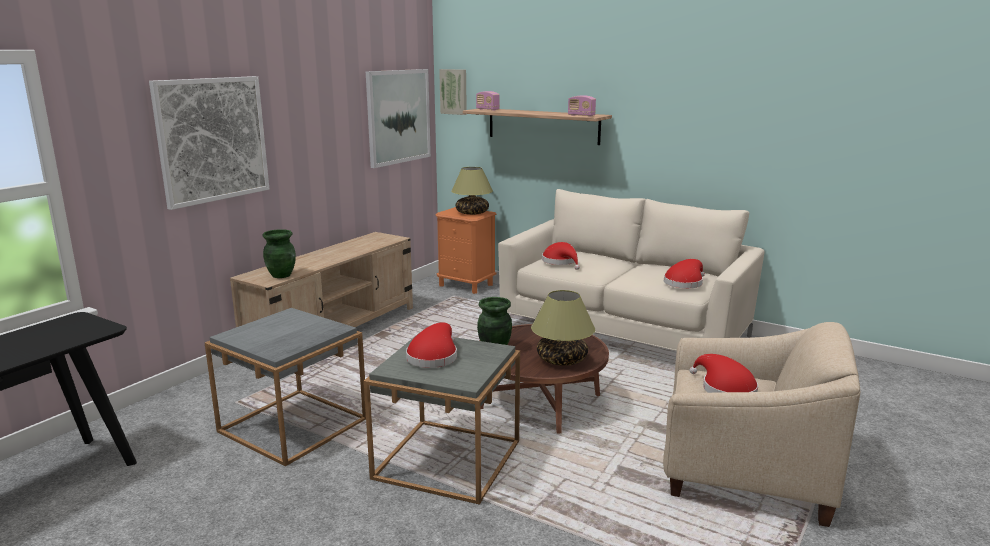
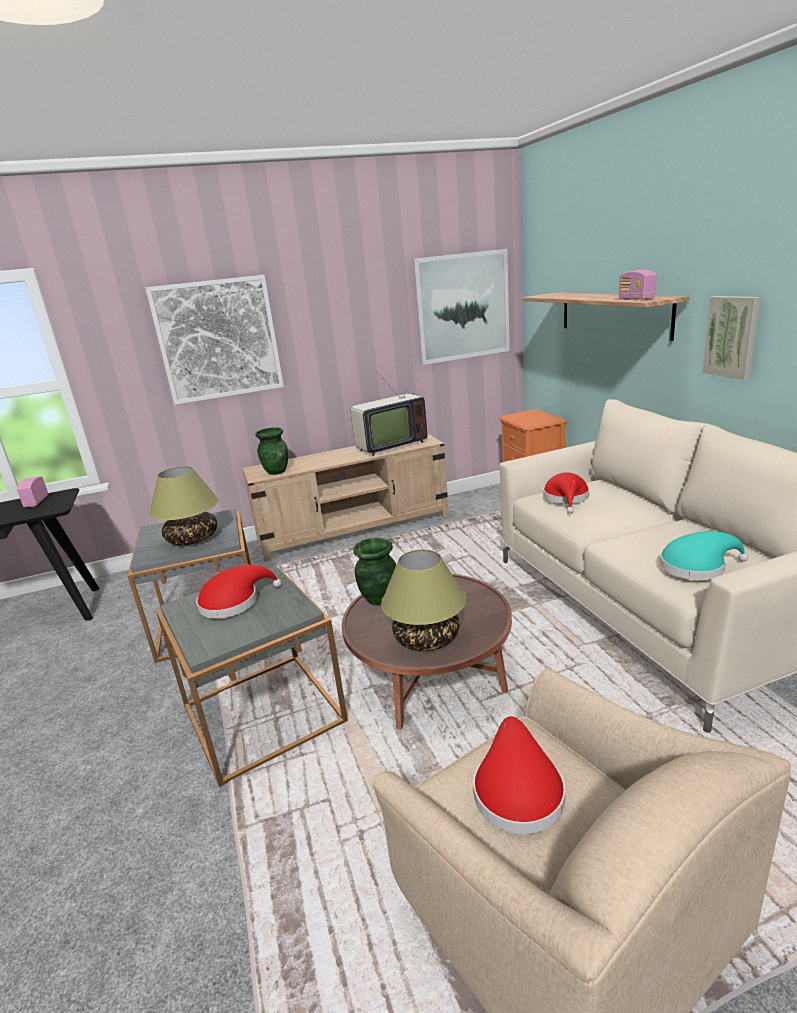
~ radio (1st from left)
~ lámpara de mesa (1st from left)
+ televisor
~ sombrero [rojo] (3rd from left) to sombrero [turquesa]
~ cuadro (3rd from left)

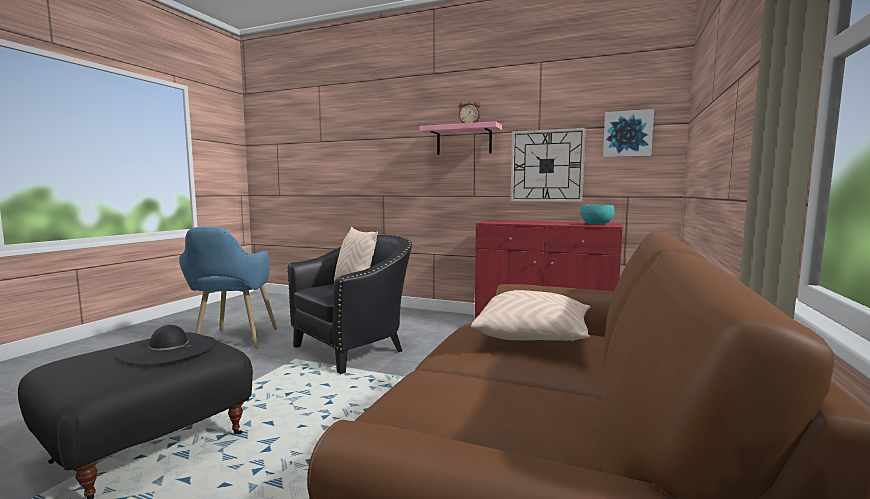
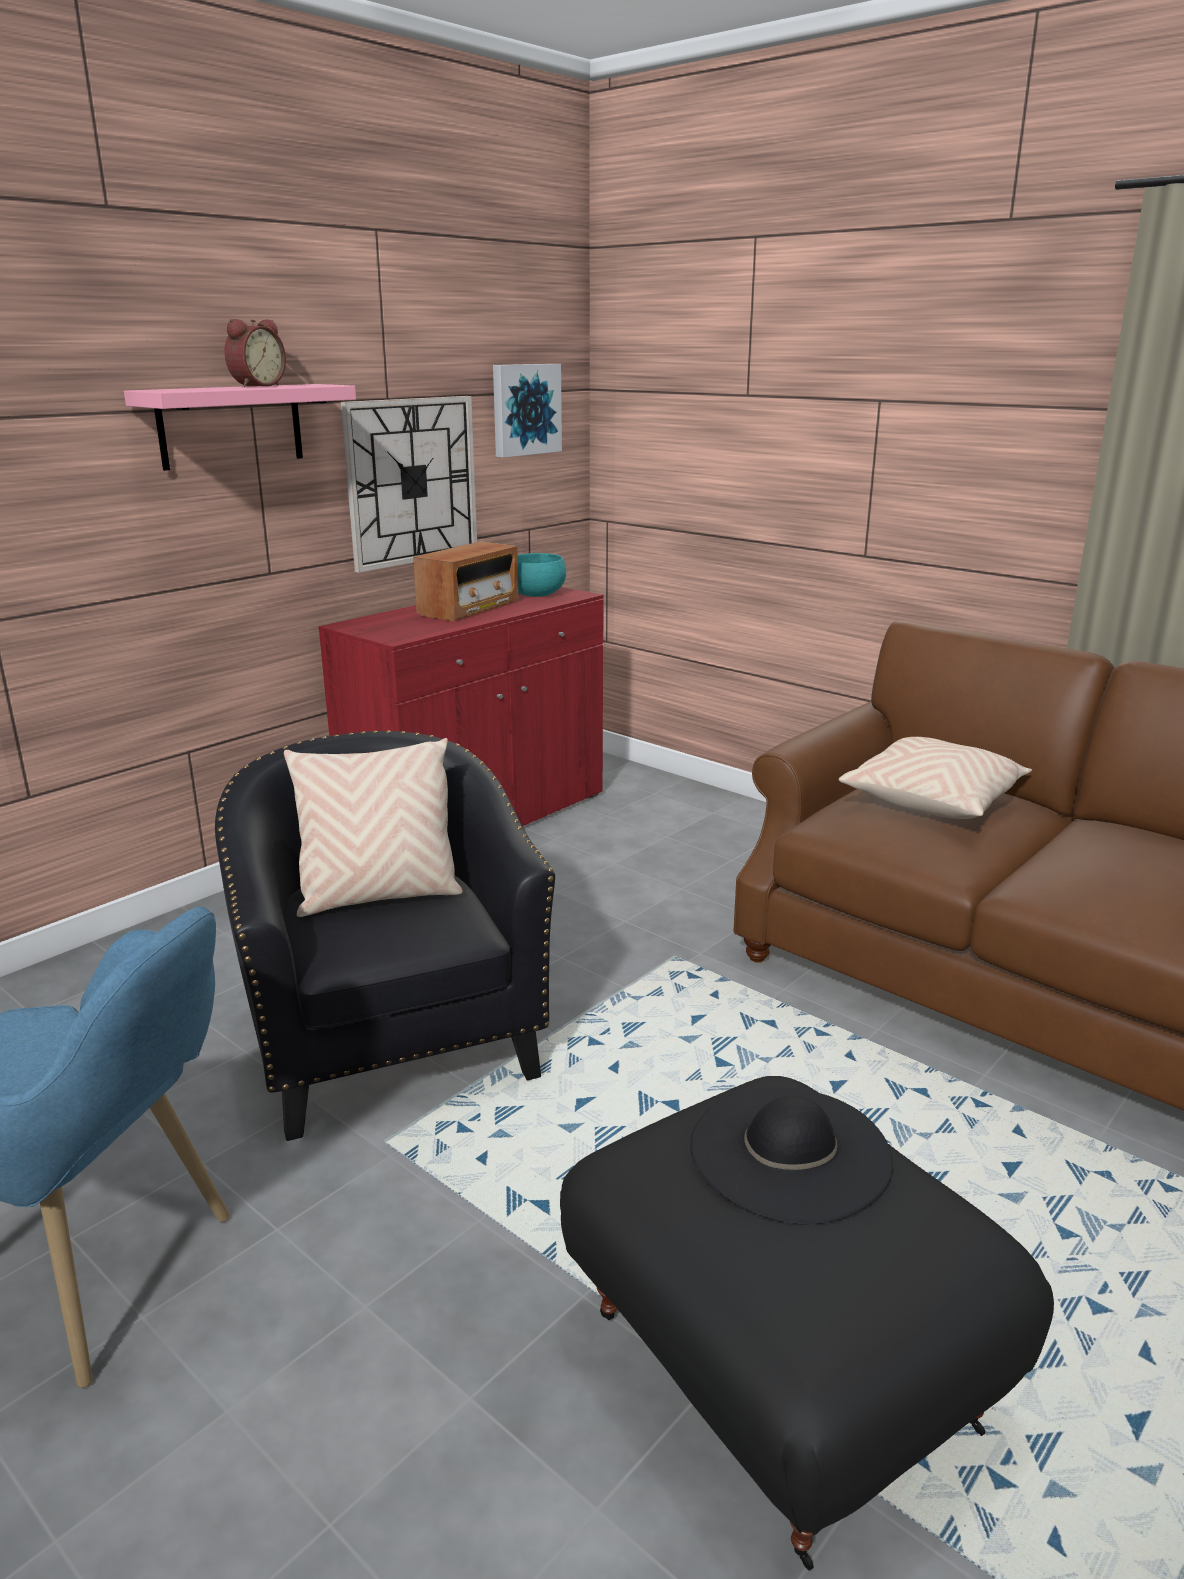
+ radio

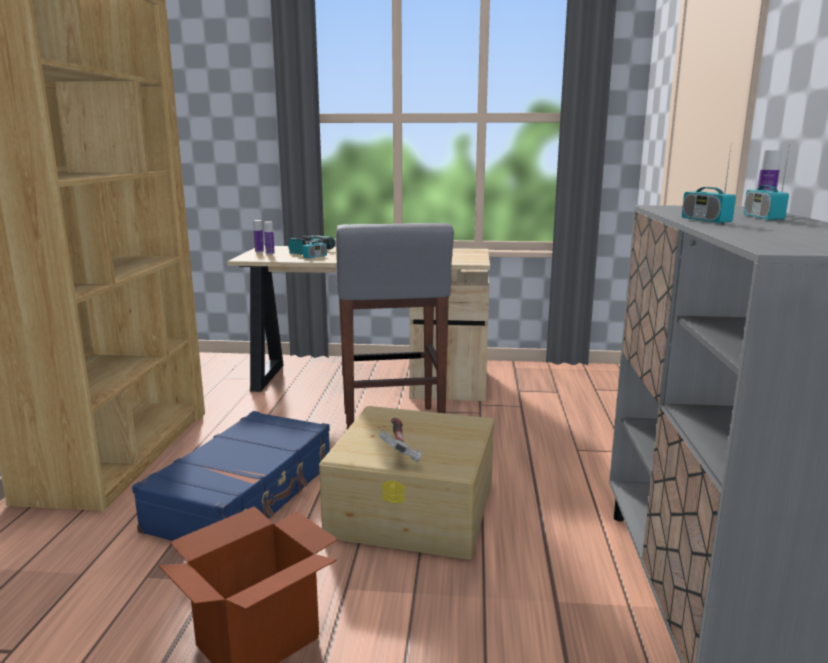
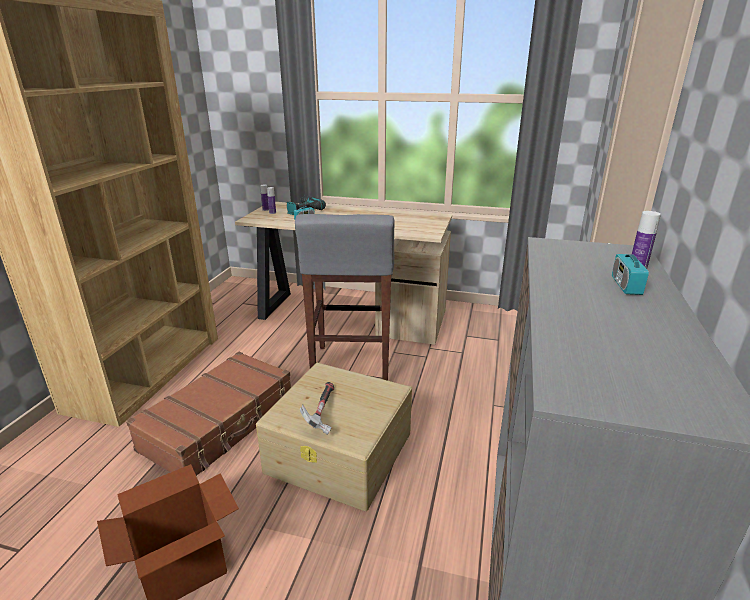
~ maleta [azul] to maleta [marrón]
- radio (2nd from left)

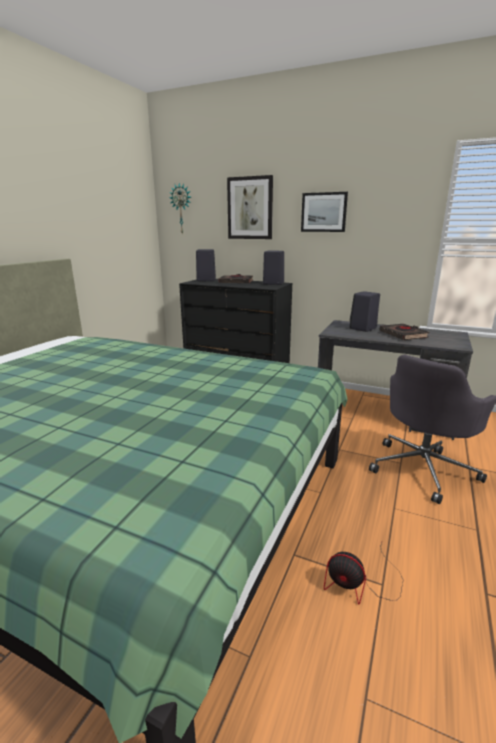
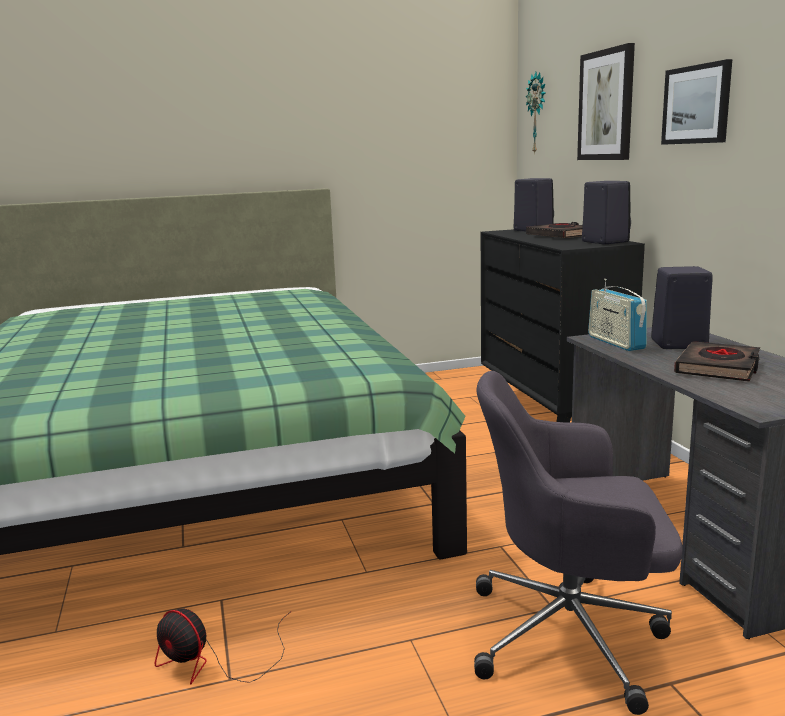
~ ventilador 45 degrees counterclockwise
+ radio

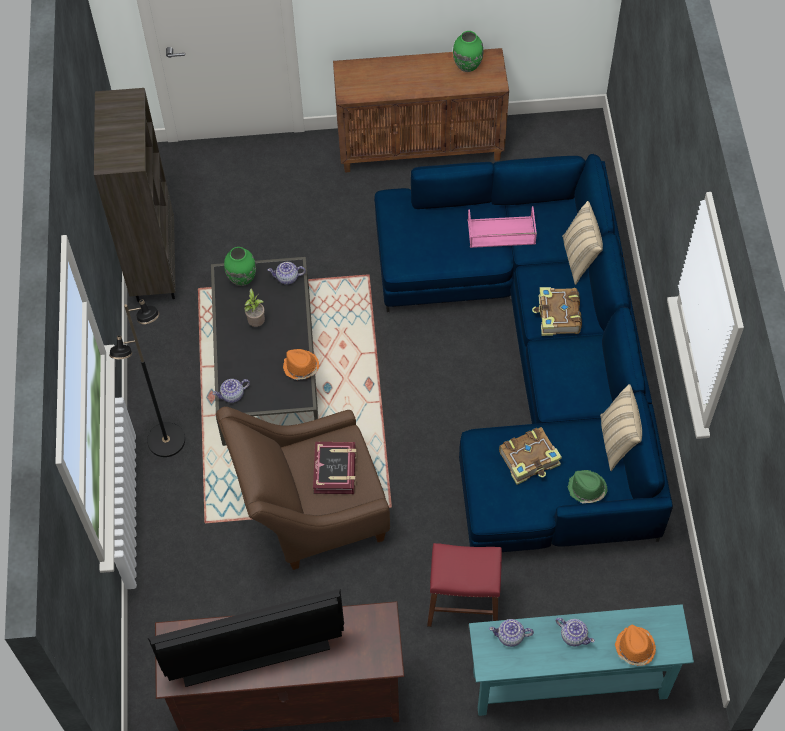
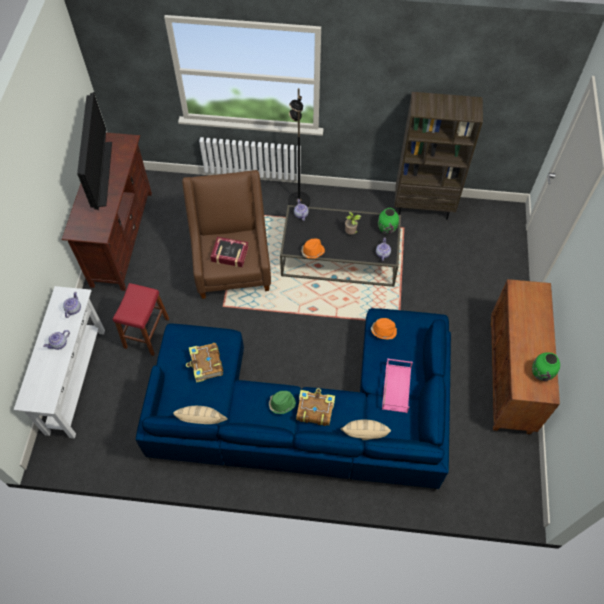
~ mesa consola [turquesa] to mesa consola [blanco]
~ sombrero [verde]
~ sombrero [naranja] (2nd from left)

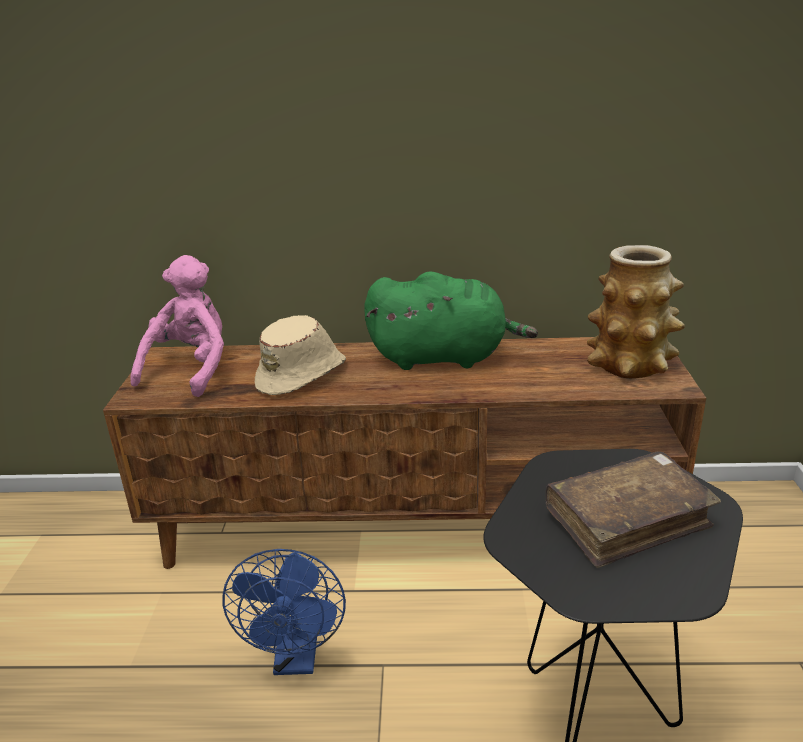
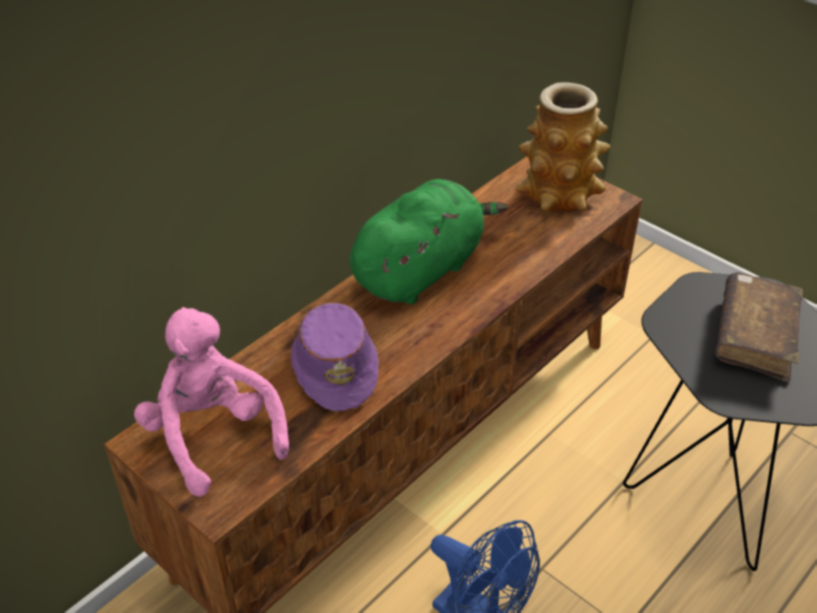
~ sombrero [beis] to sombrero [morado]

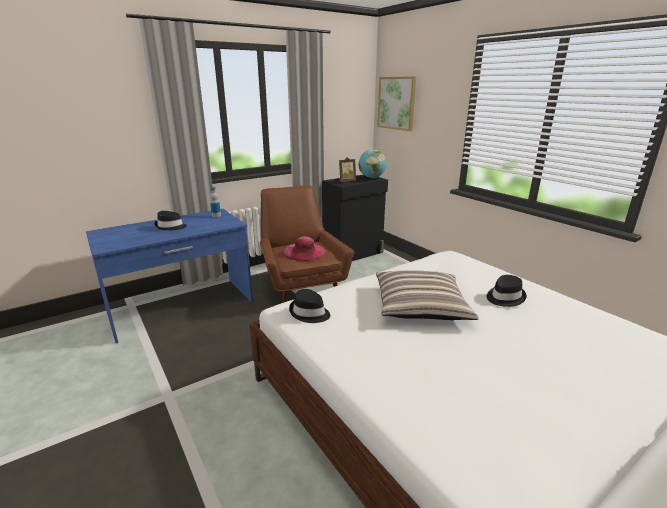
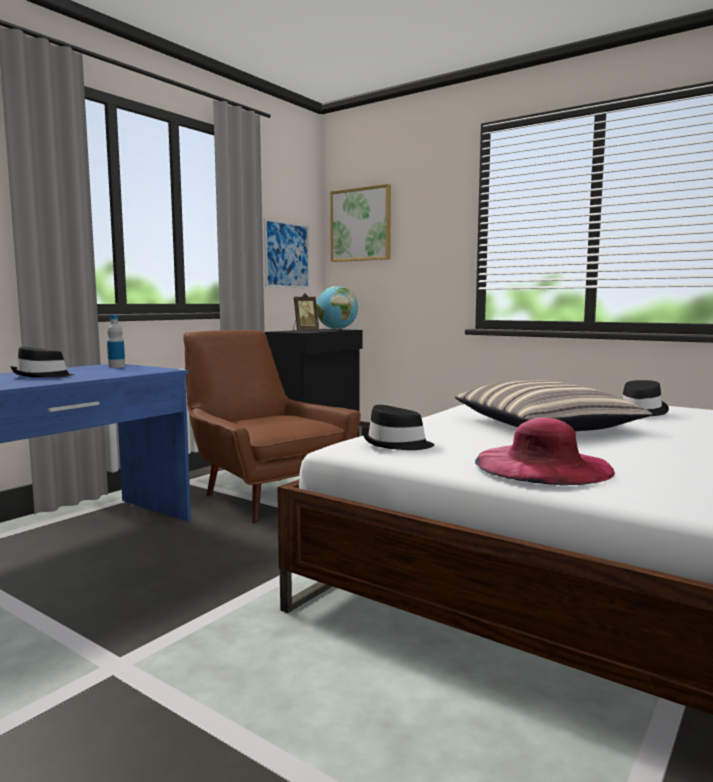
+ cuadro (1st from left)
~ sombrero [rosa]

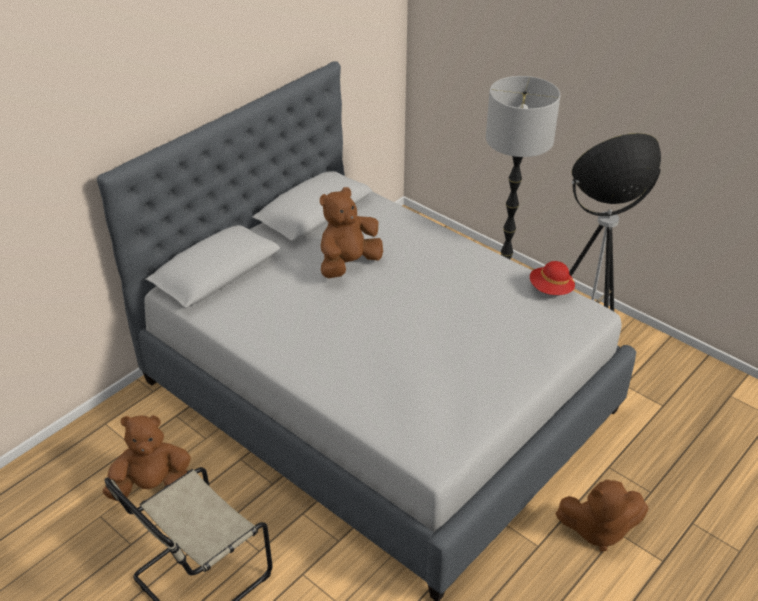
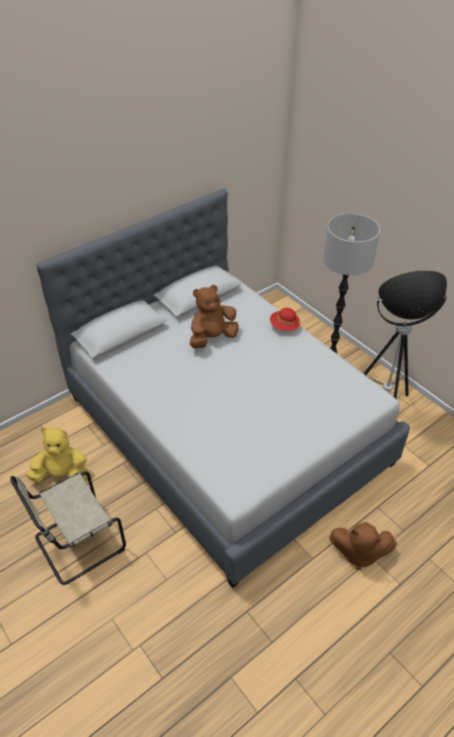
~ peluche [marrón] (1st from left) to peluche [amarillo]
~ sombrero [rojo]

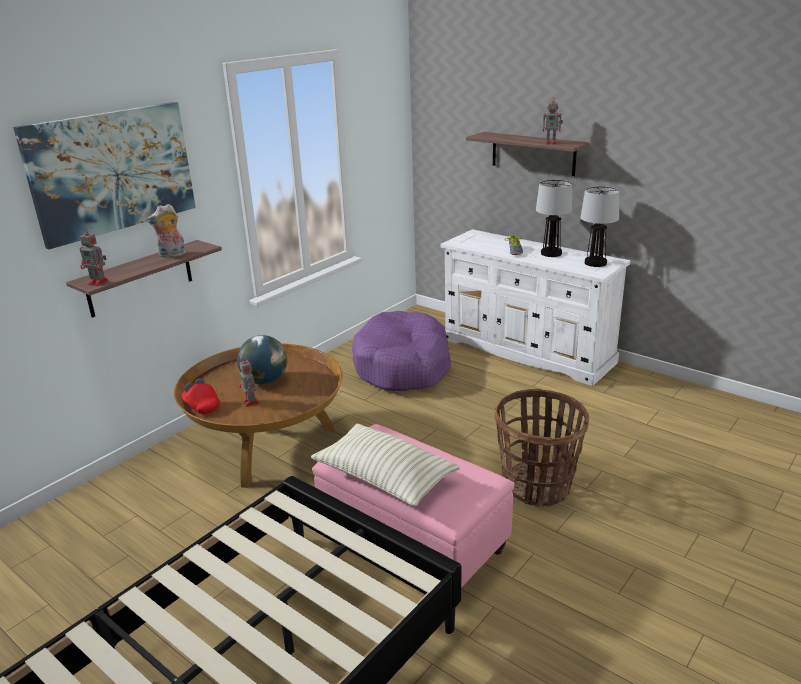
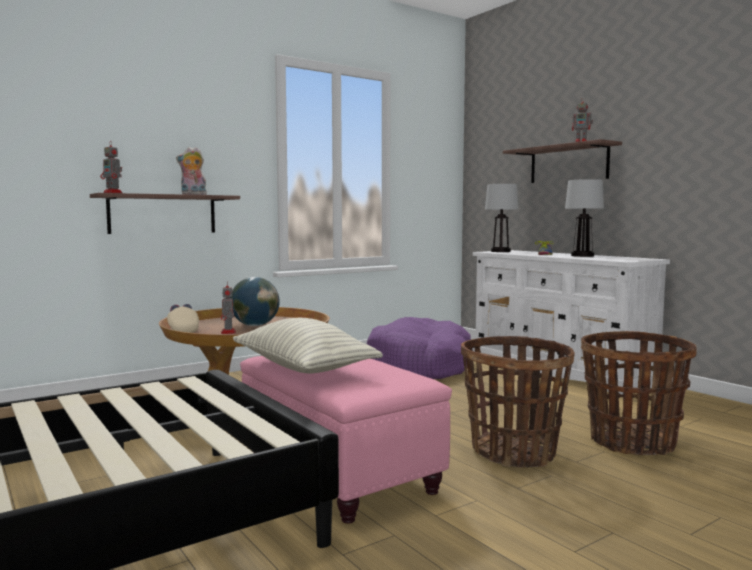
~ gorra [rojo] to gorra [beis]
~ lámpara de mesa (2nd from left in the first image) to lámpara de mesa (1st from left)
+ cesta (2nd from left)
- cuadro

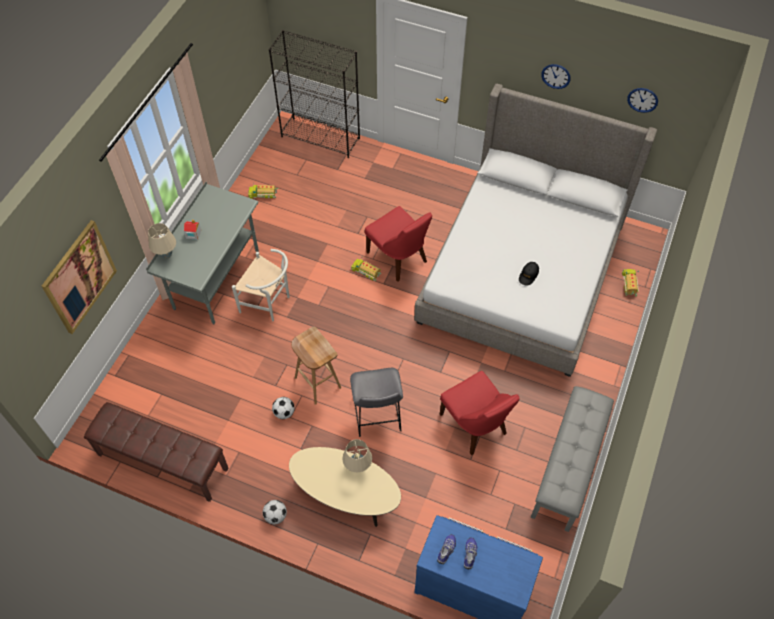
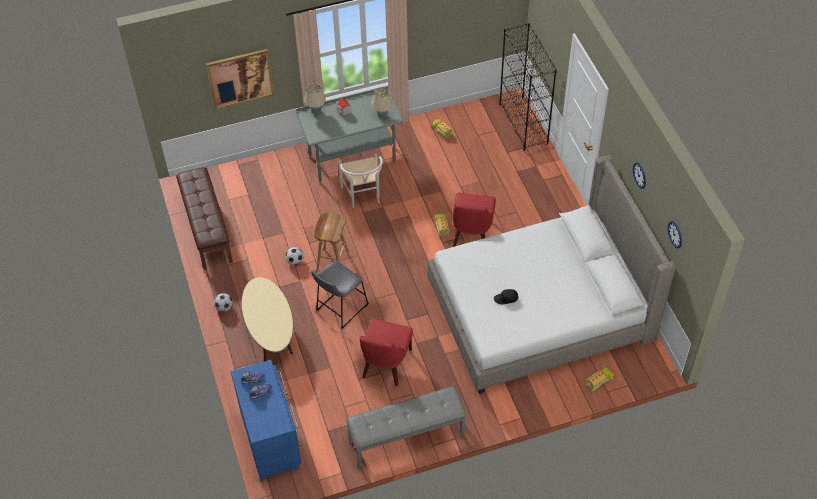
~ lámpara de mesa [beis] (2nd from left)

